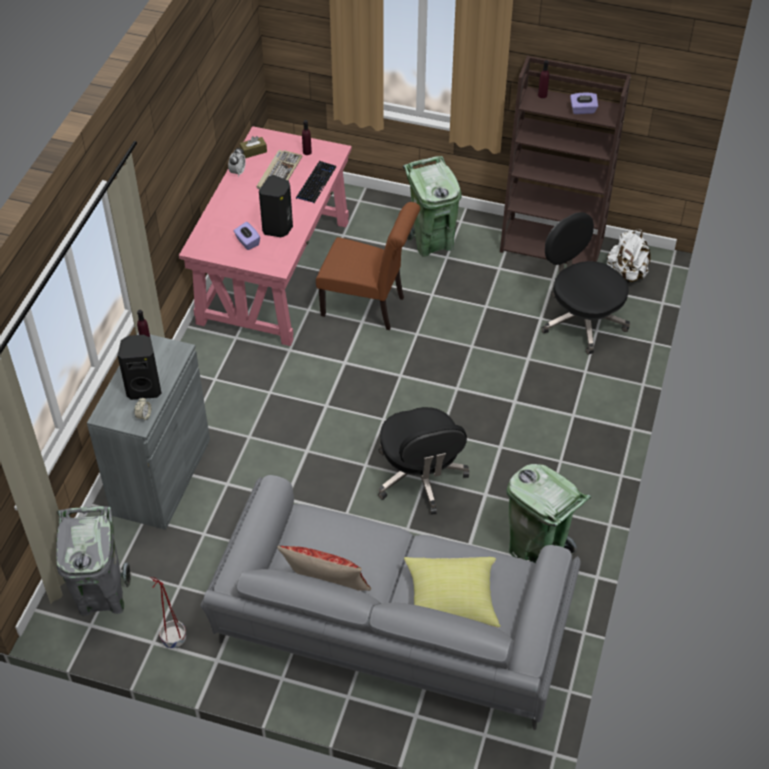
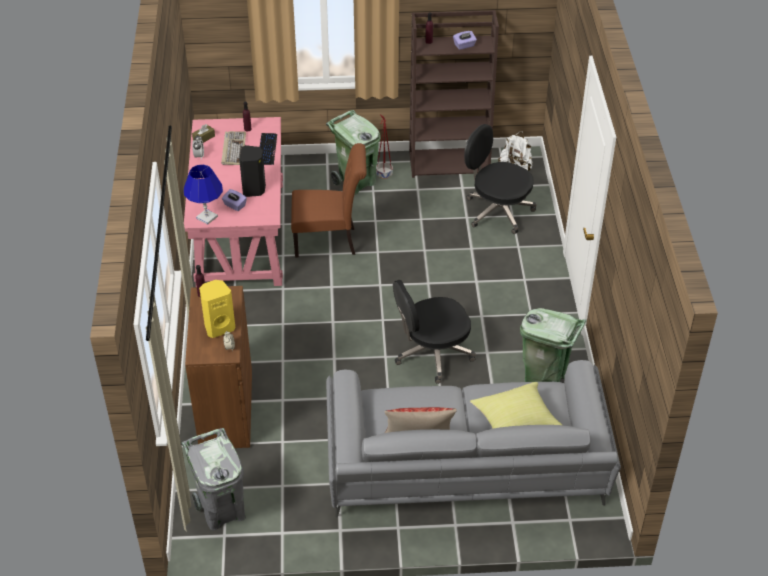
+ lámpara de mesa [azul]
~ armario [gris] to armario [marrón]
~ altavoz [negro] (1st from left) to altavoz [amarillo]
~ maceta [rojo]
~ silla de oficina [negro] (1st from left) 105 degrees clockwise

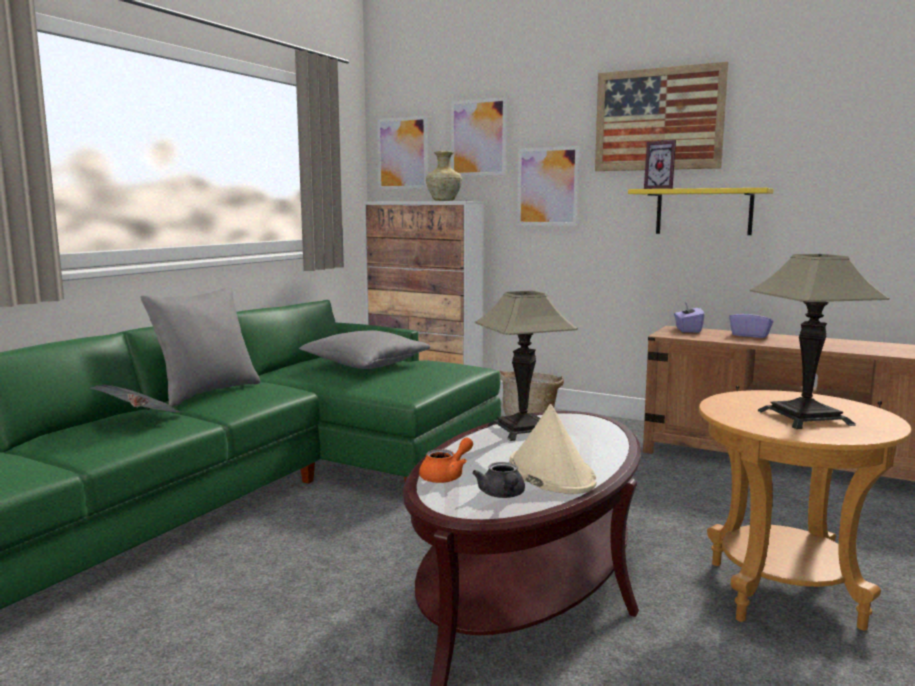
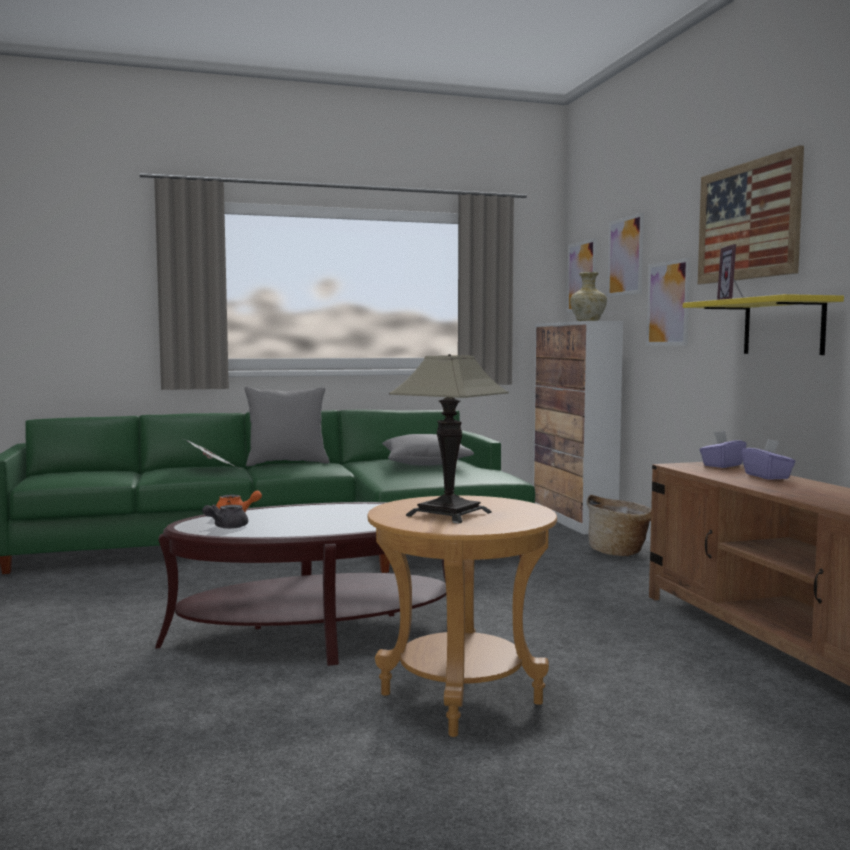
- lámpara de mesa (1st from left)
- sombrero [beis]

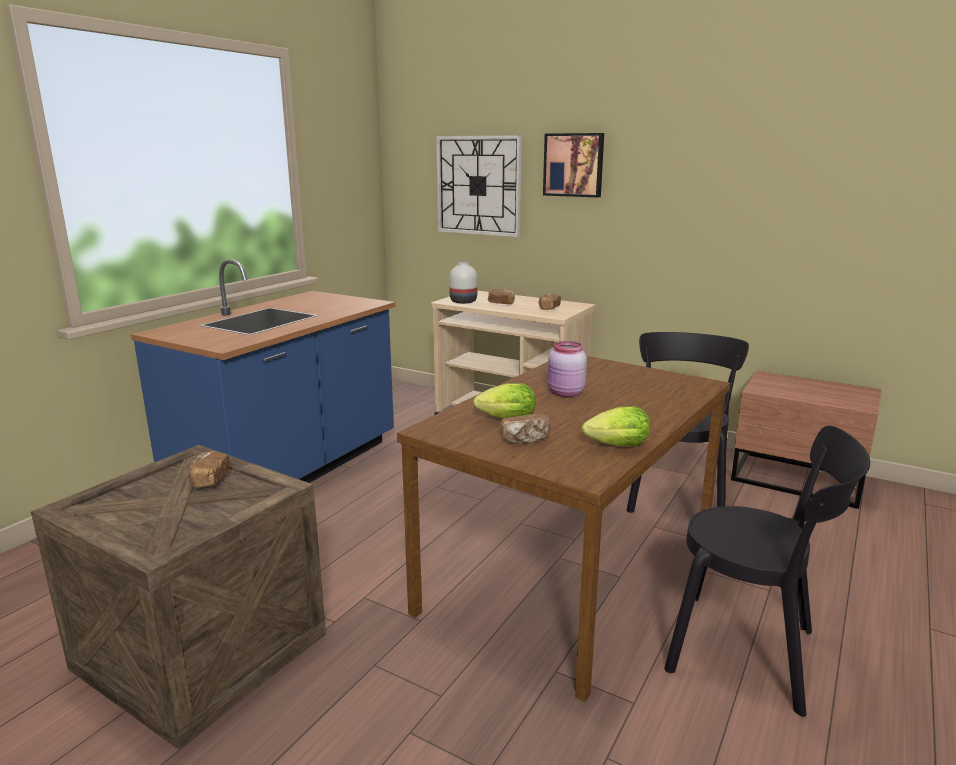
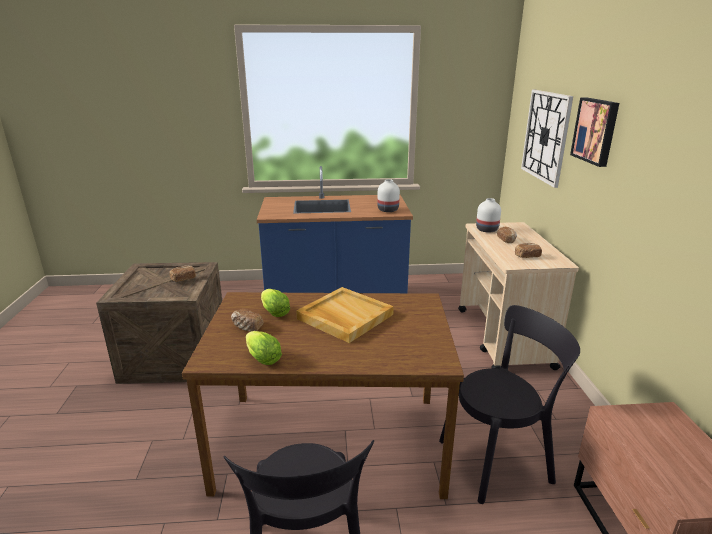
~ tarro [rosa] to bandeja [beis]
+ florero [blanco] (1st from left)

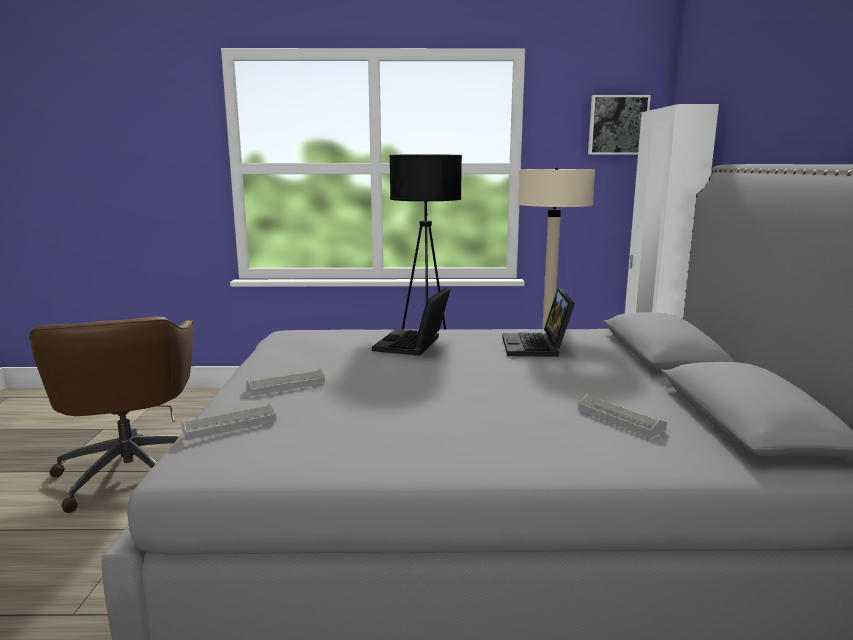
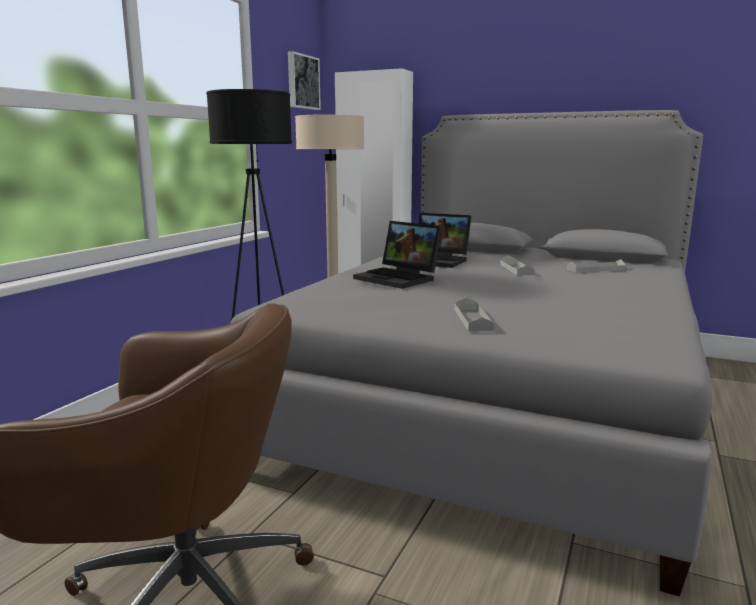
~ bandeja [gris] (1st from left in the first image) to bandeja [gris] (2nd from left)

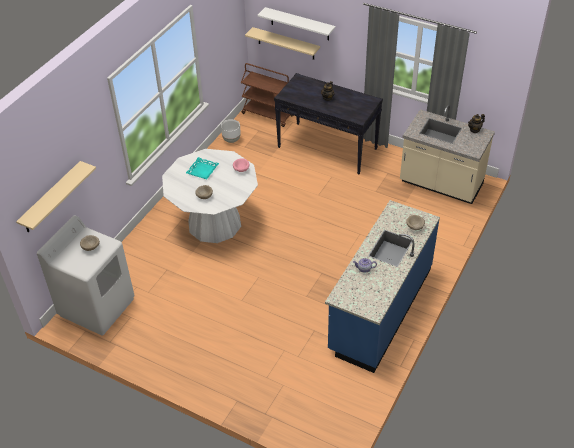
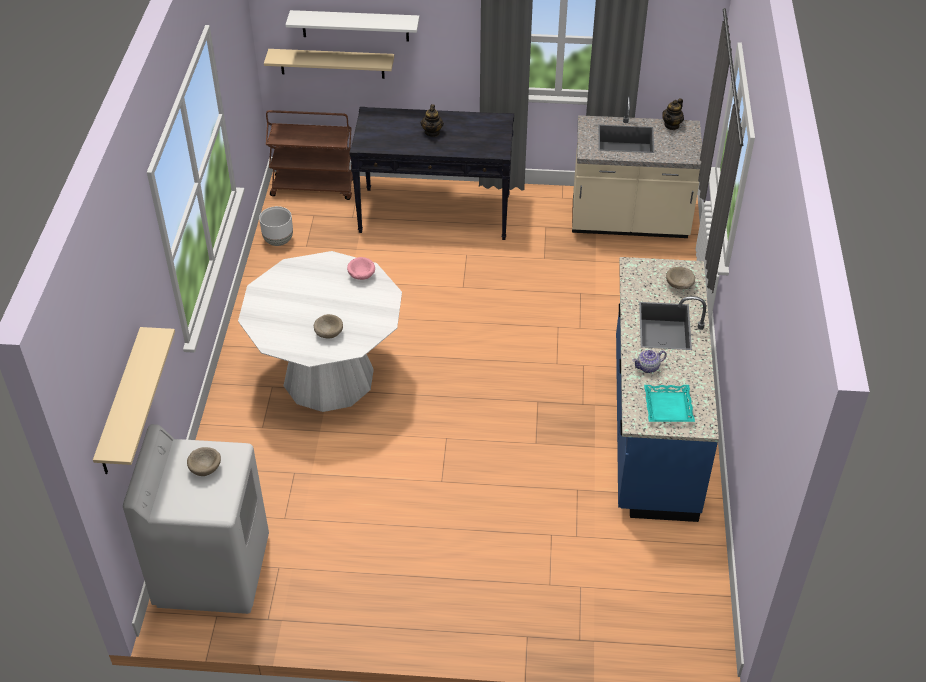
~ bandeja [turquesa]

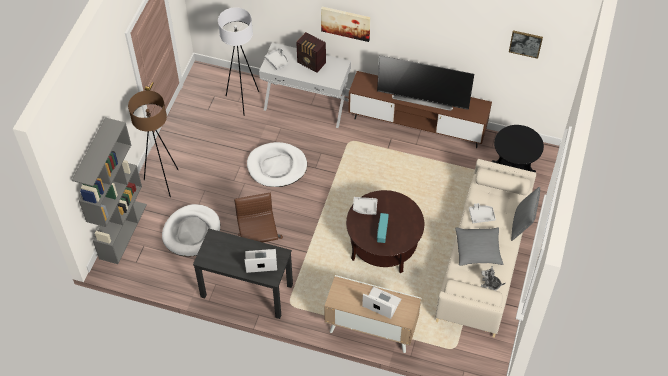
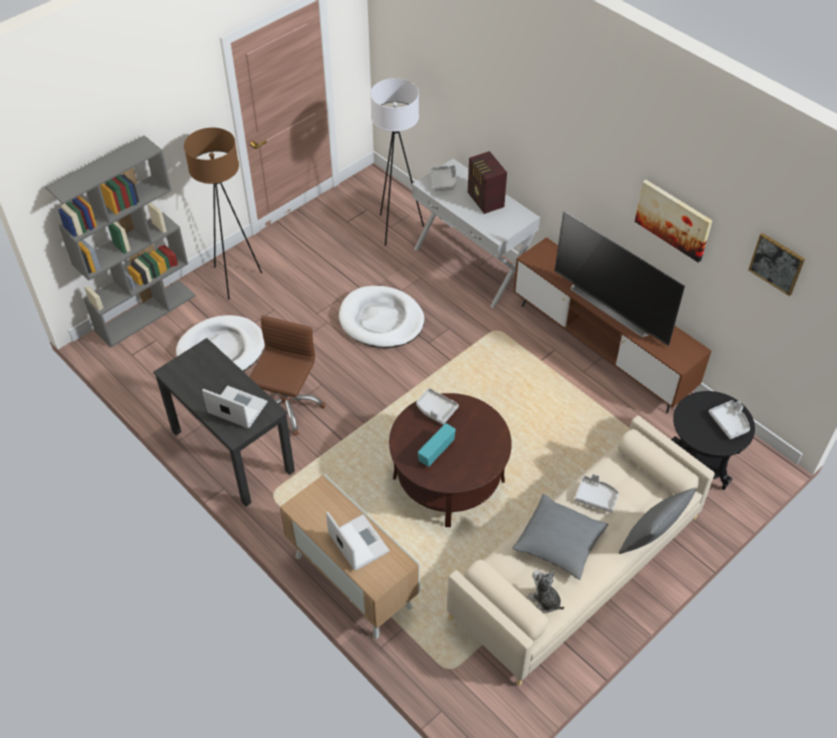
~ cuadro (1st from left)
+ bandeja [gris] (4th from left)

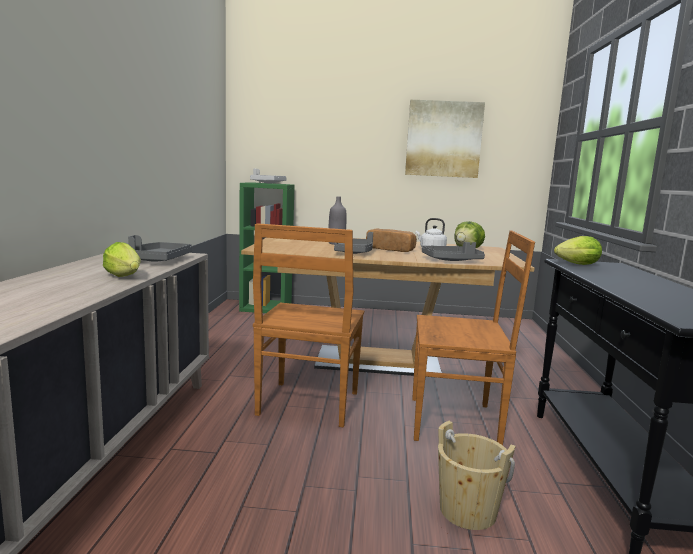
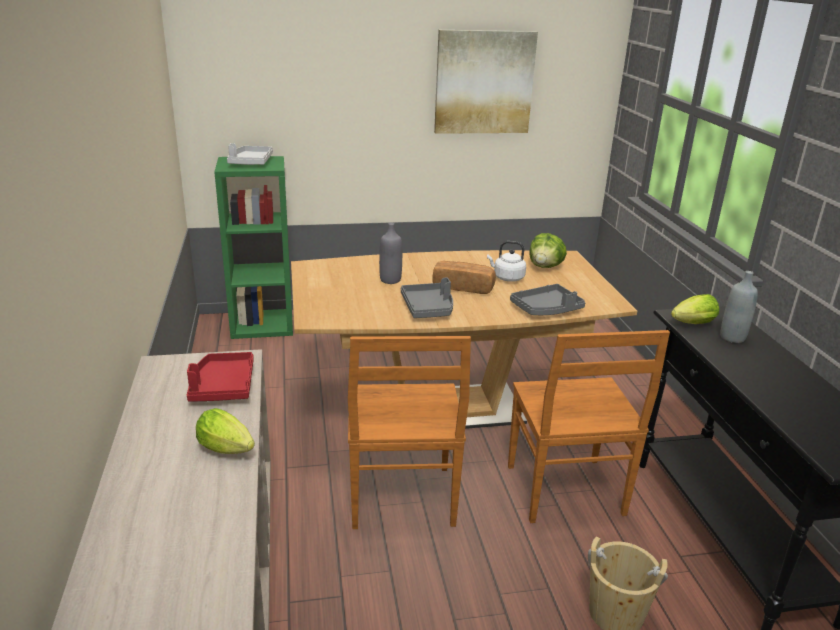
~ bandeja [gris] (1st from left) to bandeja [rojo]
~ silla [marrón] (2nd from left) 90 degrees clockwise
+ botella [gris] (2nd from left)

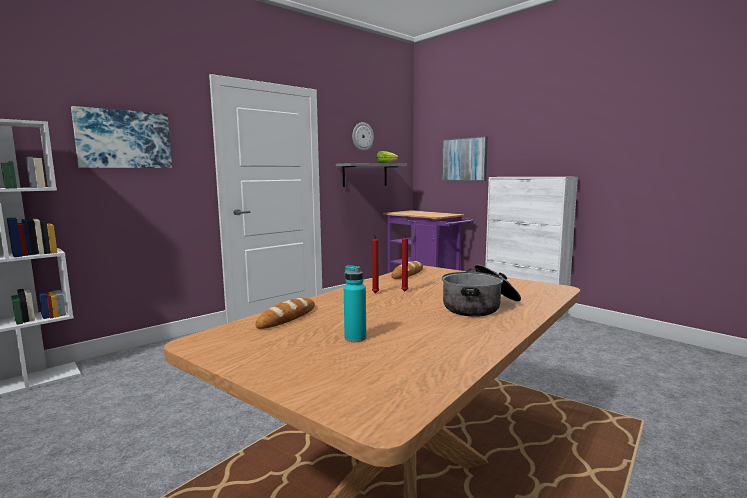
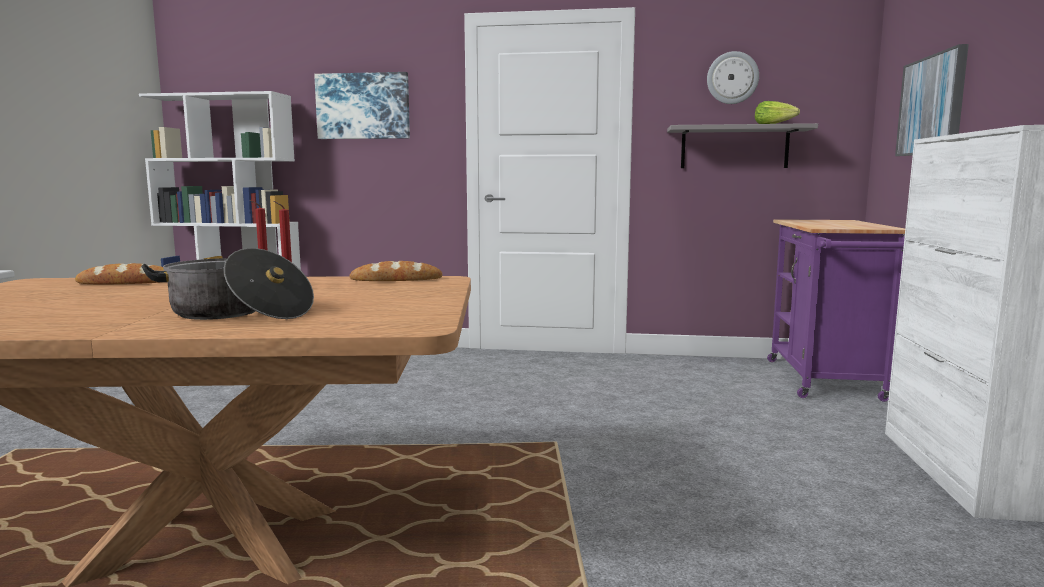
- botella [turquesa]

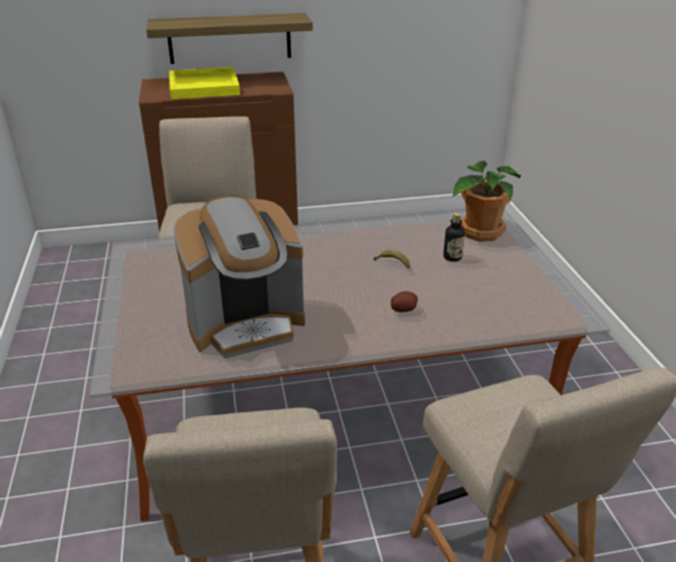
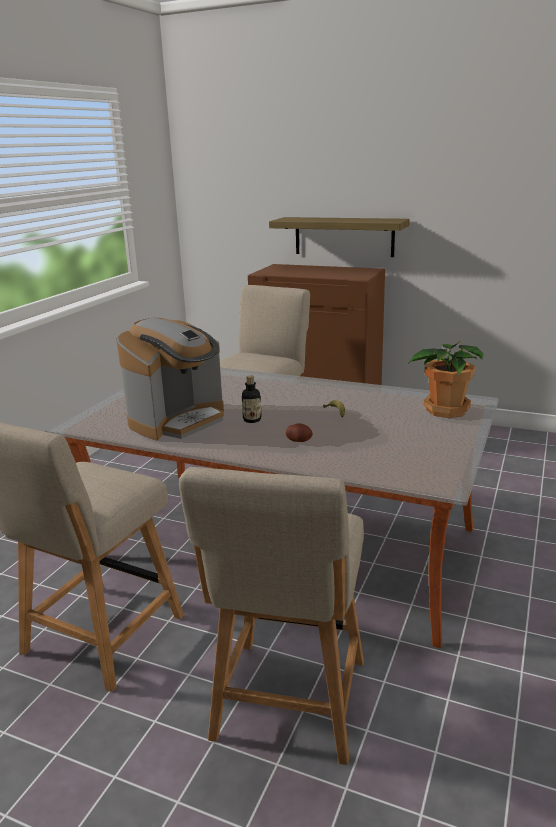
~ cafetera 60 degrees counterclockwise
~ botella
- bandeja [amarillo]

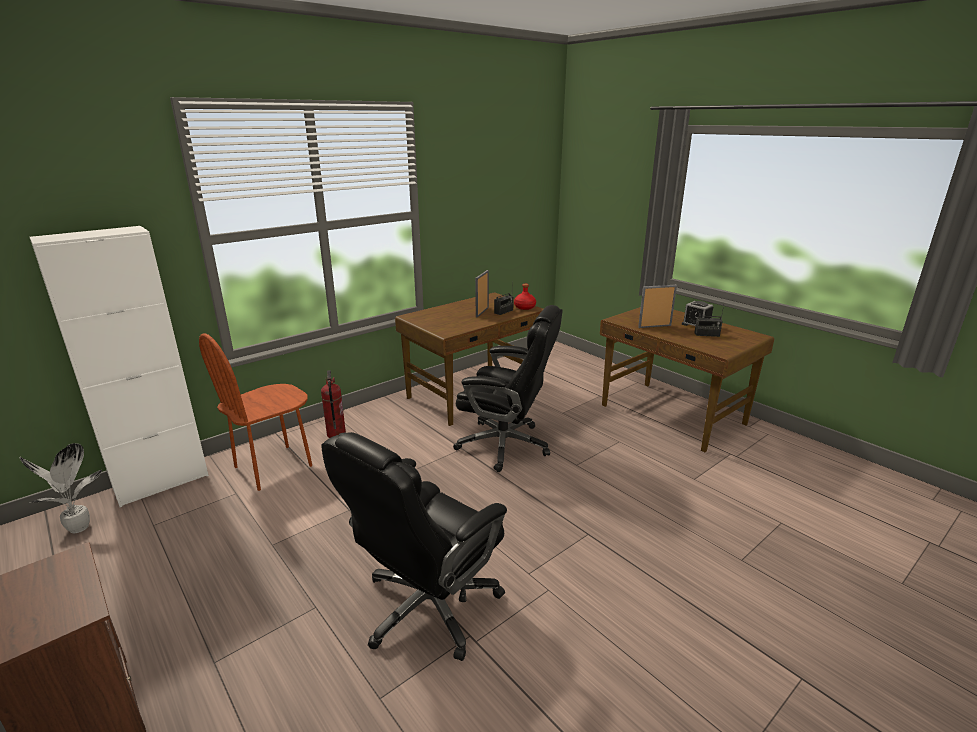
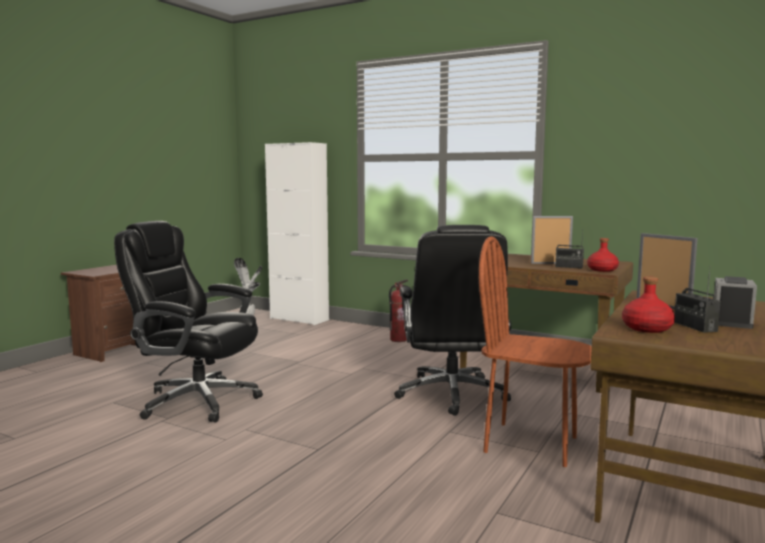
~ silla [marrón]
+ botella [rojo] (2nd from left)

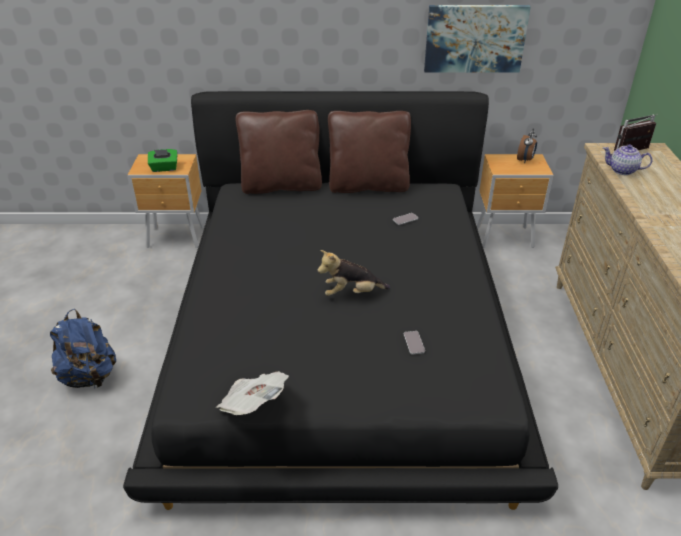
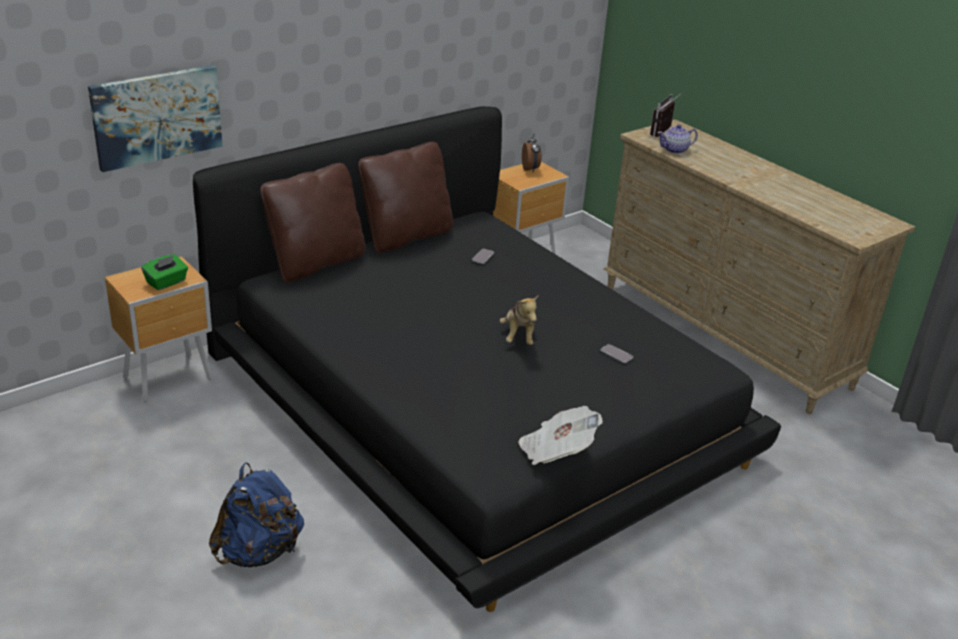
~ cuadro
~ peluche 45 degrees counterclockwise

